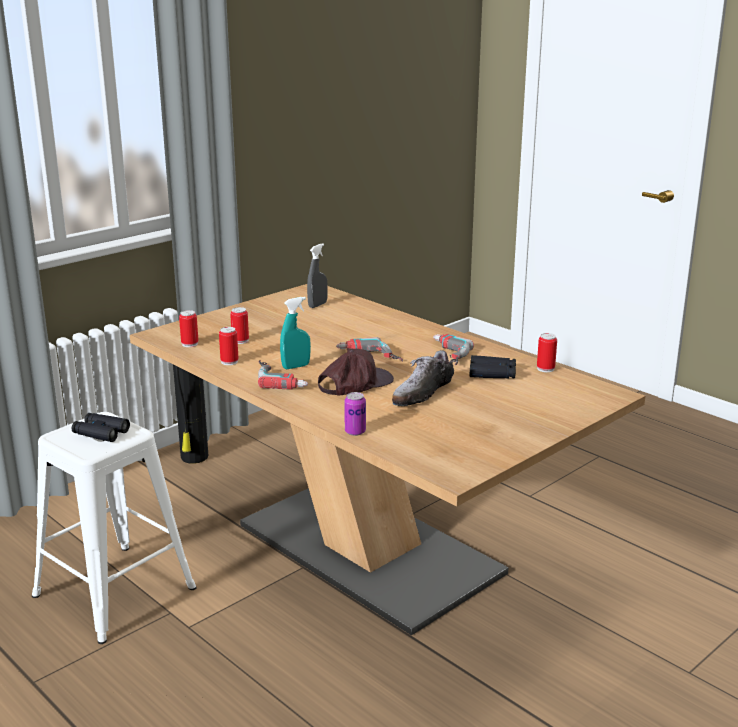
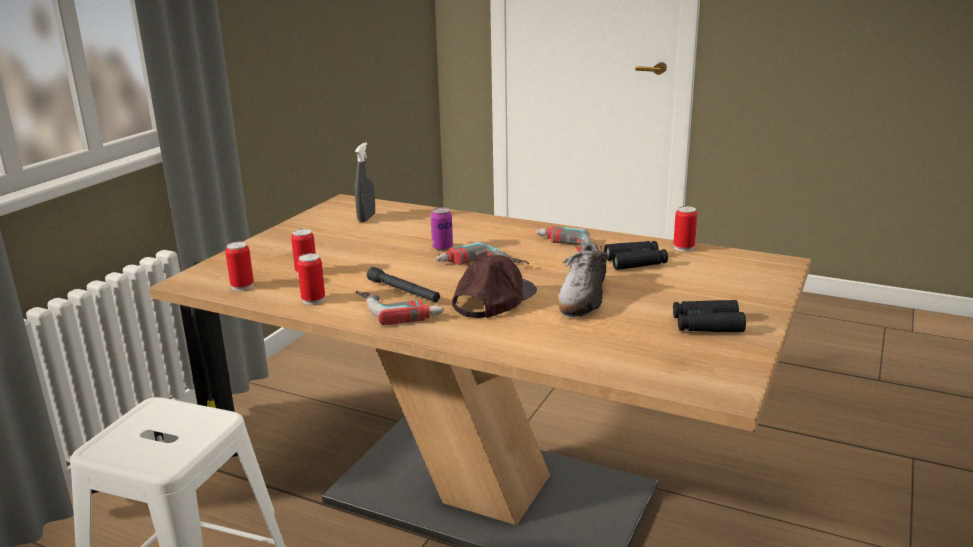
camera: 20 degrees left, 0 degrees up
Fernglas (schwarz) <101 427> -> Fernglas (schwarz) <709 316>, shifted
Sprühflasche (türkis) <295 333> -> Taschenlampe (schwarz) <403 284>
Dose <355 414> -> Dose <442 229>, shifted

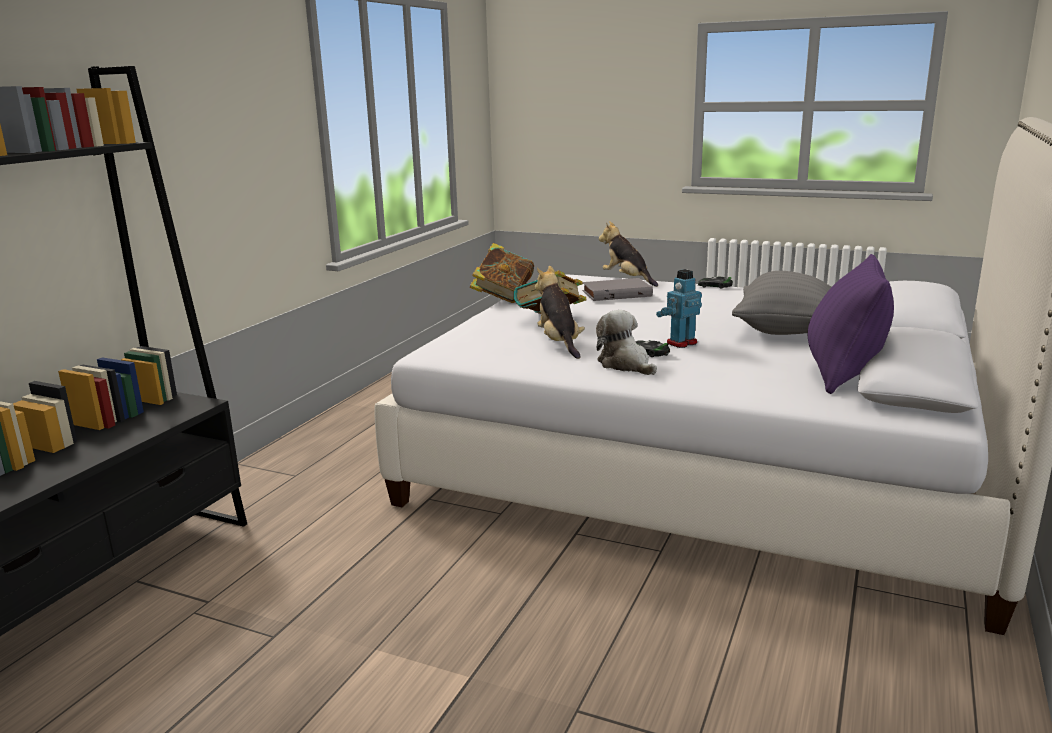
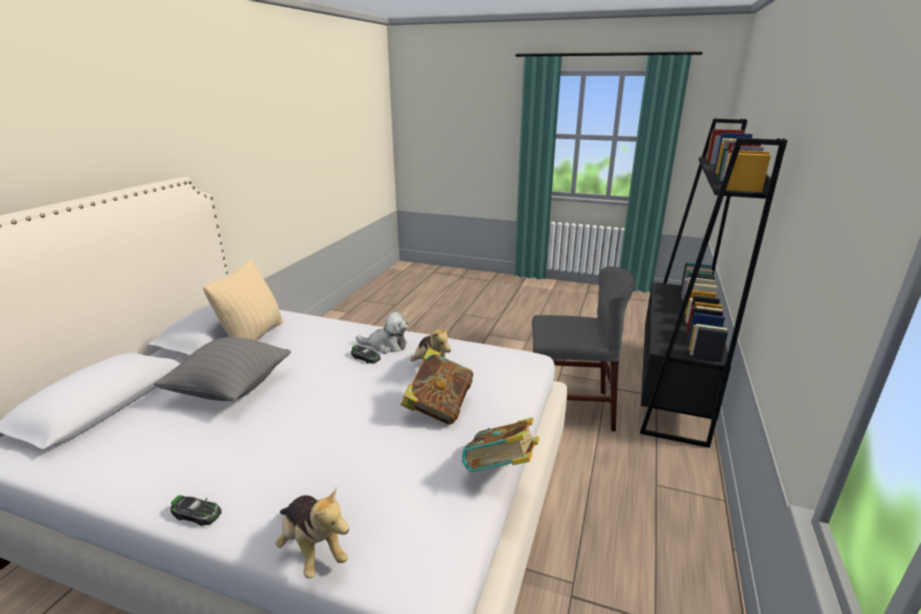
camera: 175 degrees right, 5 degrees up
Buch (grau) <617 289> -> none
Plüschtier <626 342> -> Plüschtier <382 333>, 45 degrees counterclockwise
Spielzeugroboter <679 308> -> none
Kissen (lila) <851 324> -> Kissen (beige) <243 300>
none -> Stuhl (grau) <583 348>

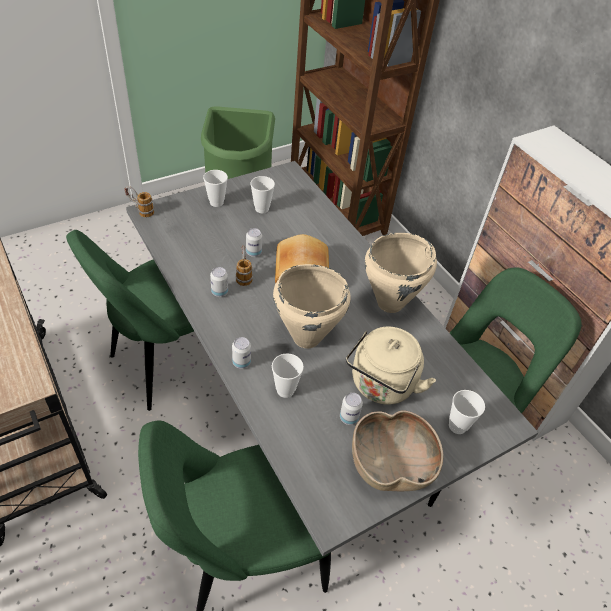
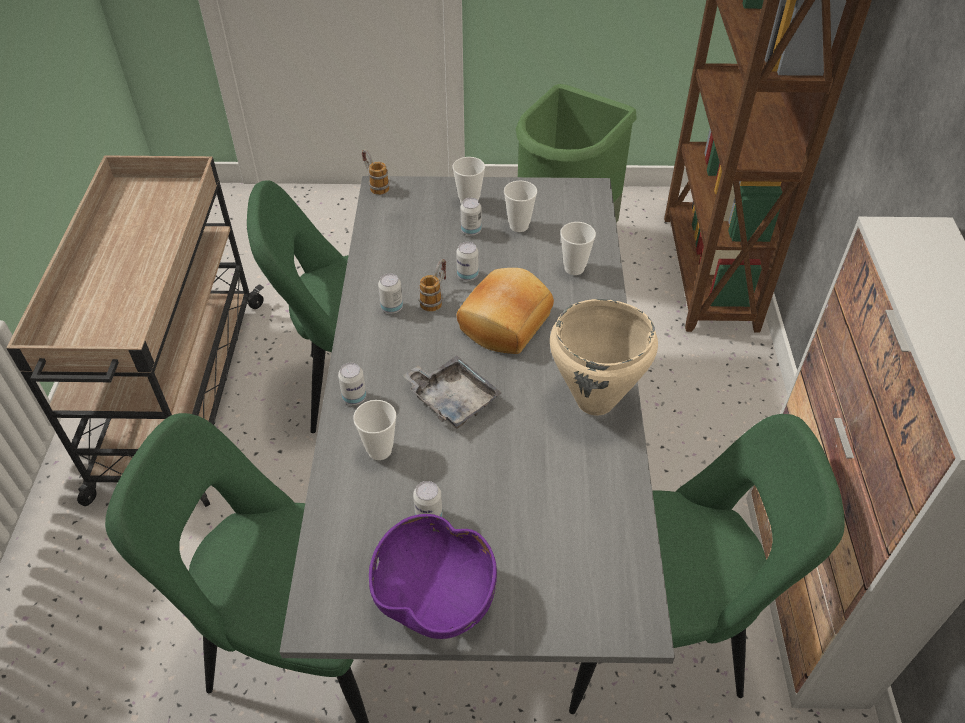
camera: 35 degrees right, 0 degrees up
Kochtopf (beige) <312 306> -> Tablett (grau) <452 392>
Wasserkessel (beige) <391 365> -> none
Schüssel (braun) <398 450> -> Schüssel (lila) <433 576>
Tasse <467 412> -> Tasse <578 248>, shifted
none -> Dose <471 217>

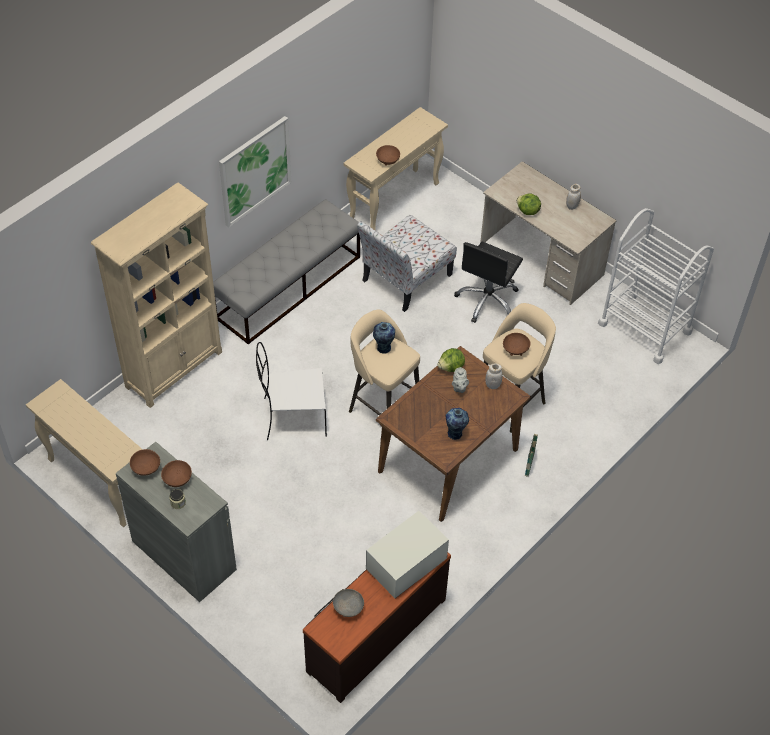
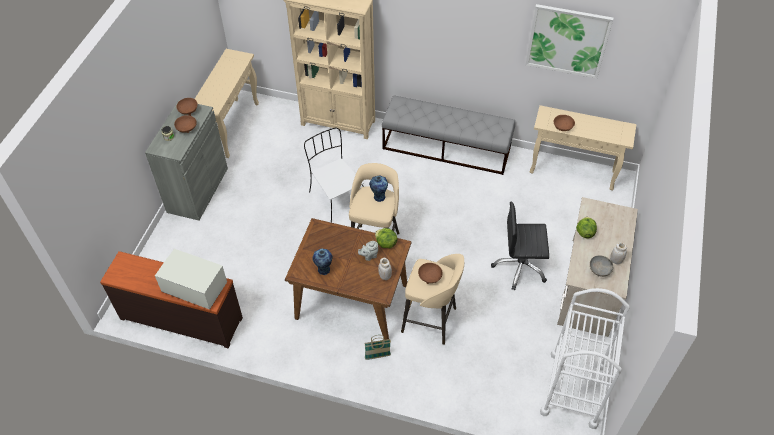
camera: 65 degrees right, 0 degrees up
Bild <255 172> -> Bild <569 41>, shifted
Schüssel (grau) <348 603> -> Schüssel (grau) <601 266>, shifted
Stuhl <407 263> -> none

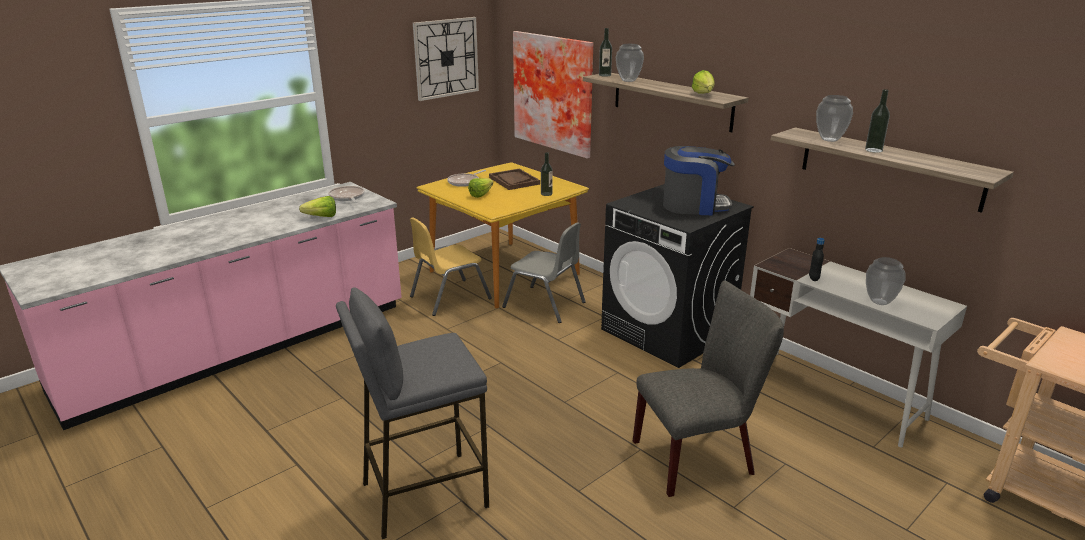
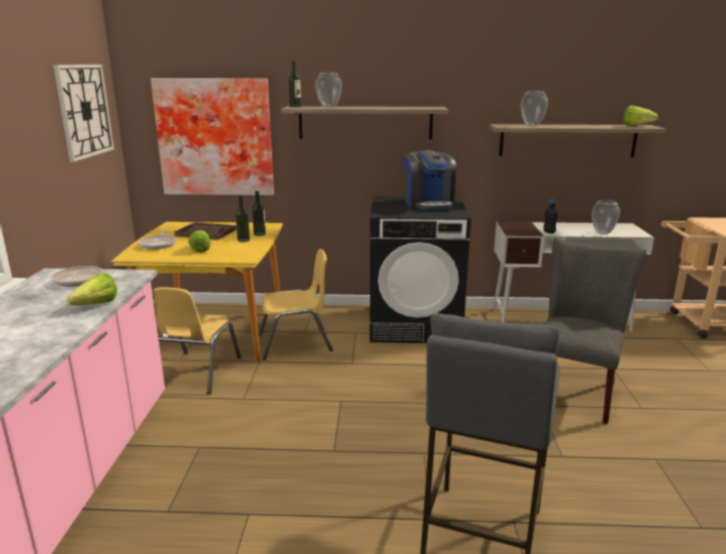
camera: 45 degrees left, 5 degrees down
Stuhl (grau) <544 272> -> Stuhl (gelb) <295 304>
Kaffeemaschine <699 180> -> Kaffeemaschine <429 180>, 120 degrees clockwise
Salatkopf <703 82> -> Salatkopf <640 115>, shifted
Flasche <877 121> -> Flasche <242 218>, shifted

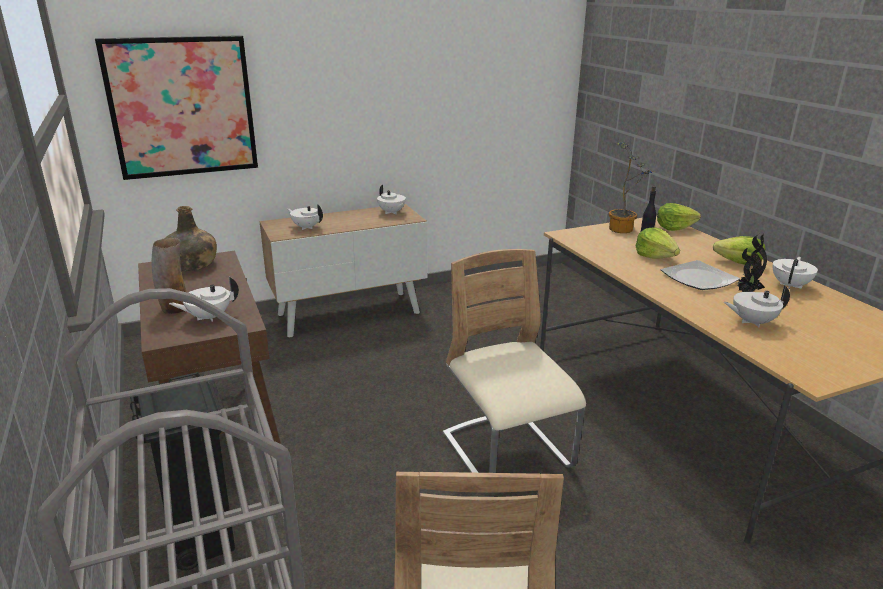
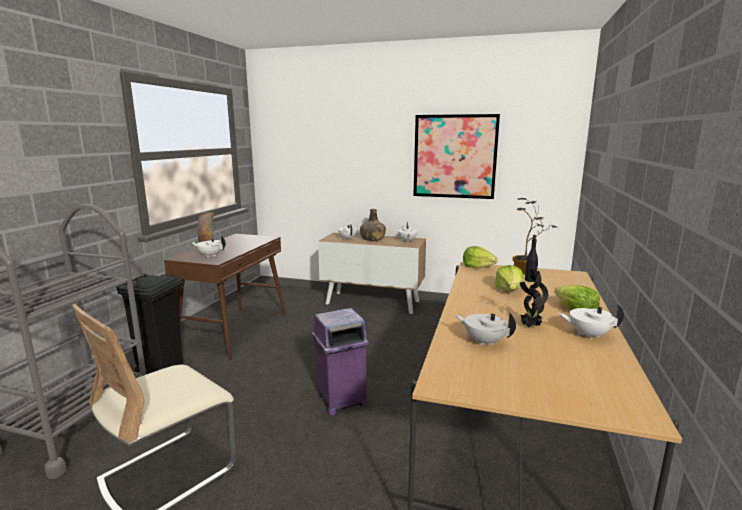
camera: 40 degrees right, 10 degrees down
Bild <176 107> -> Bild <456 156>, shifted
Flasche (grün) <191 238> -> Flasche (grün) <373 225>, shifted
Stuhl (beige) <514 361> -> Mülleimer (lila) <340 362>
Salatkopf <679 217> -> Salatkopf <480 257>, shifted
Teller <700 275> -> none
Teekanne (weiß) <795 273> -> Teekanne (weiß) <591 322>, 150 degrees counterclockwise

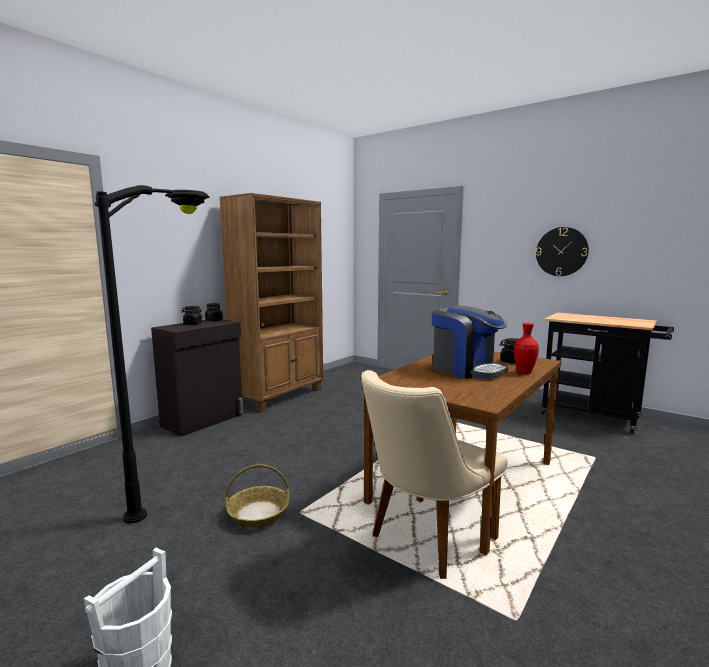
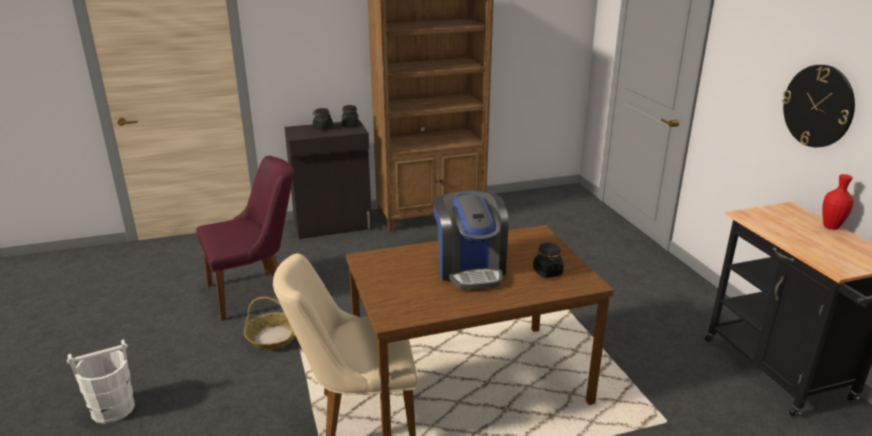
camera: 35 degrees right, 15 degrees up
Stehlampe (schwarz) <152 354> -> Stuhl (lila) <245 238>
Vase (rot) <526 348> -> Vase (rot) <838 202>, shifted

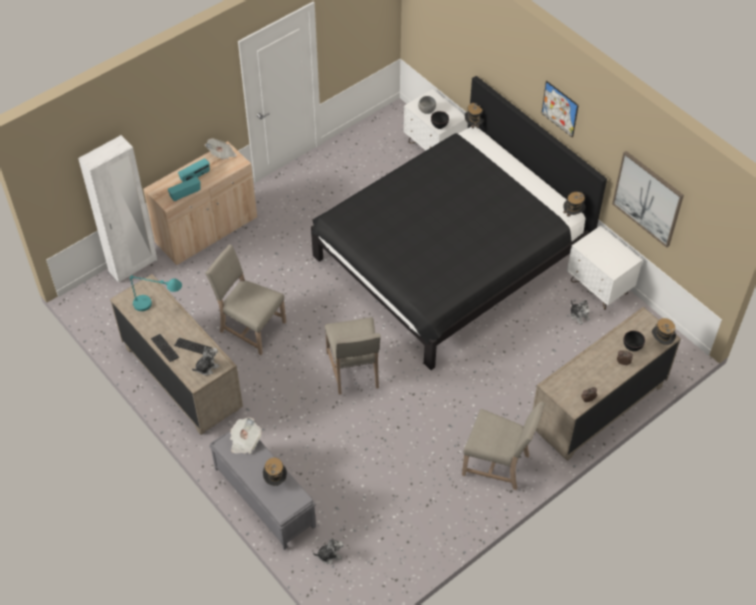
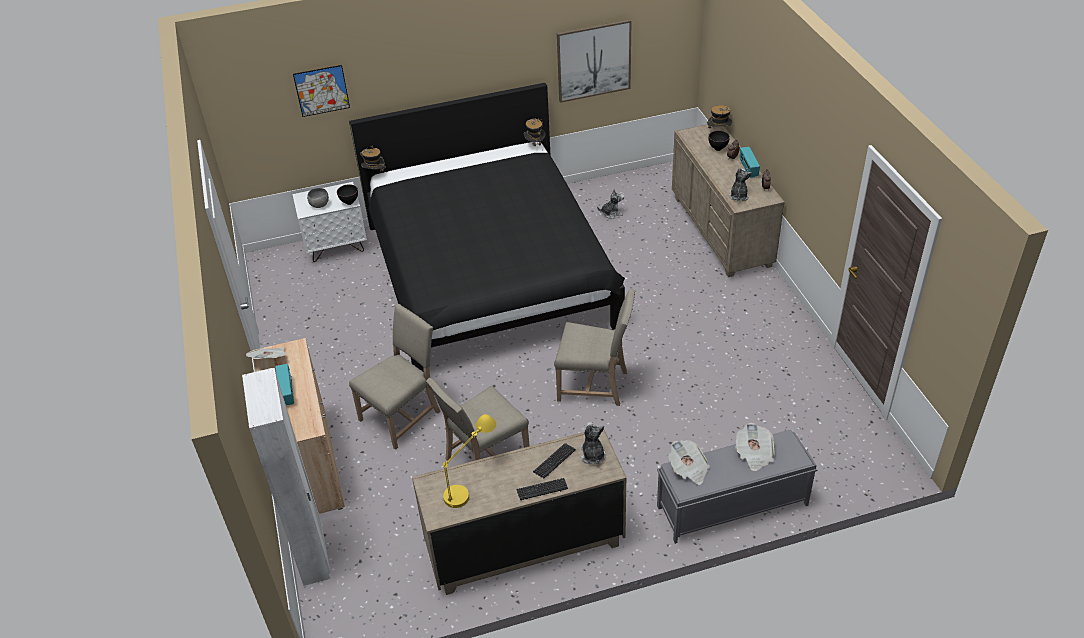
camera: 65 degrees left, 10 degrees down
Tischlampe (türkis) <156 293> -> Tischlampe (gelb) <469 461>
Radio <184 188> -> Radio <750 162>, shifted
Hut <275 472> -> Zeitung <755 447>
Plüschtier <328 551> -> Plüschtier <740 184>, shifted
Stuhl (beige) <503 445> -> Stuhl (beige) <395 377>, shifted
Bild <560 109> -> Bild <321 91>, shifted
Nachttisch (weiß) <604 268> -> none

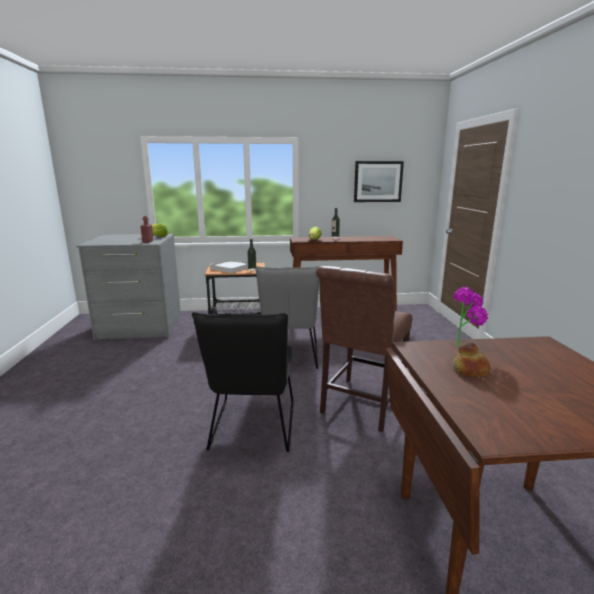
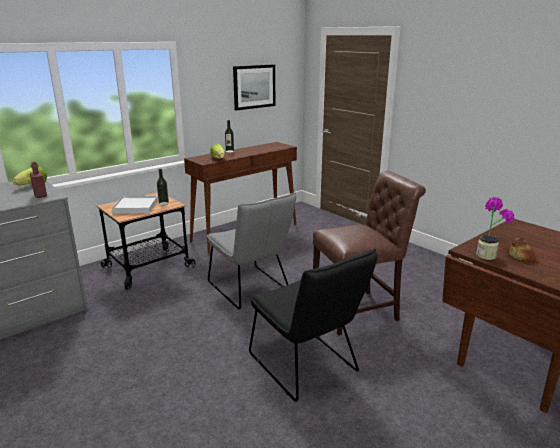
camera: 35 degrees left, 5 degrees up
Stuhl (braun) <364 349> -> Stuhl (braun) <369 253>, 105 degrees counterclockwise
none -> Vorratsglas <487 247>

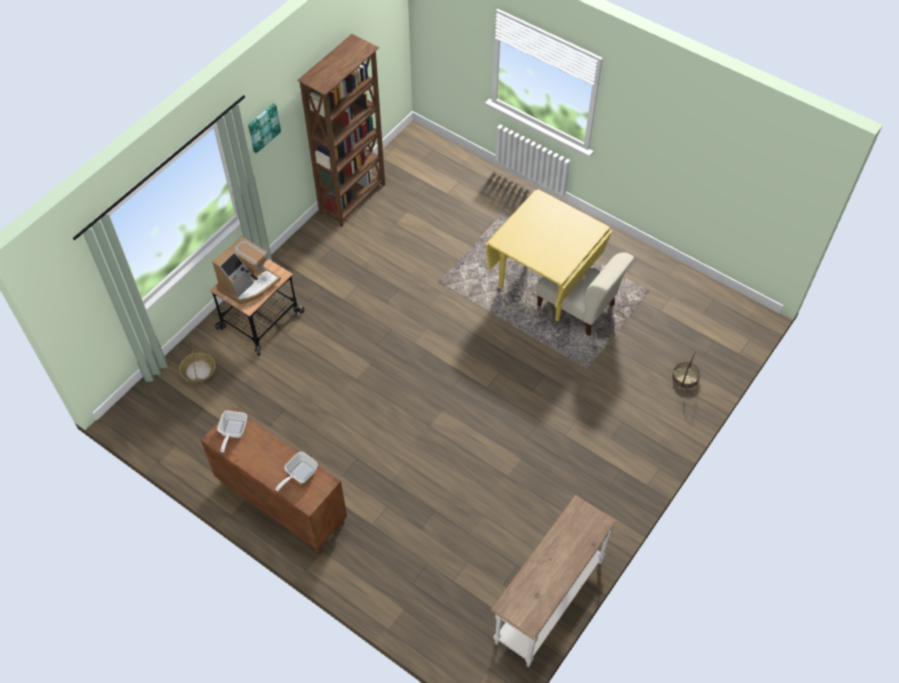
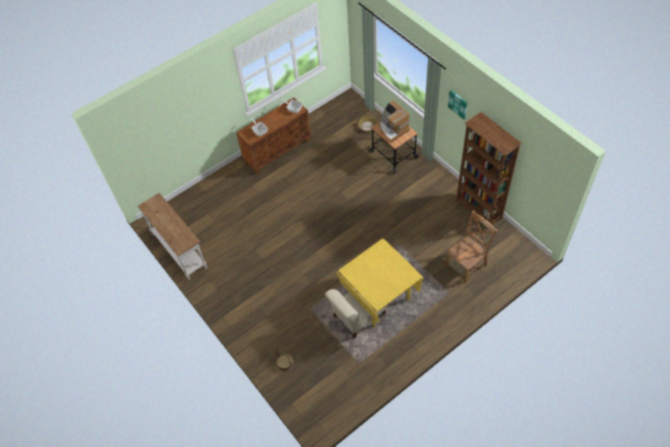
camera: 110 degrees right, 0 degrees up
none -> Stuhl (braun) <472 246>

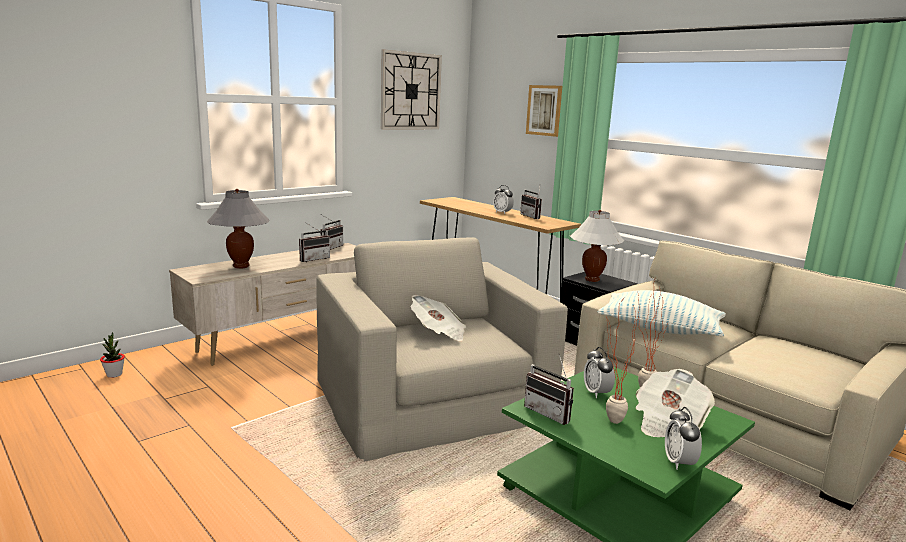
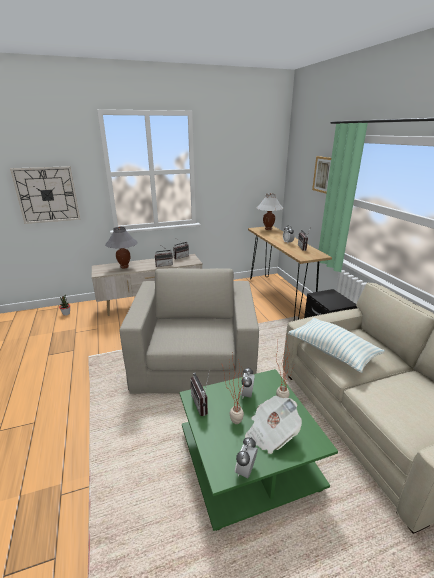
camera: 25 degrees right, 10 degrees up
Wanduhr <411 89> -> Wanduhr <45 195>, shifted
Zeitung <438 318> -> none
Tischlampe (weiß) <597 246> -> Tischlampe (weiß) <270 211>, shifted

